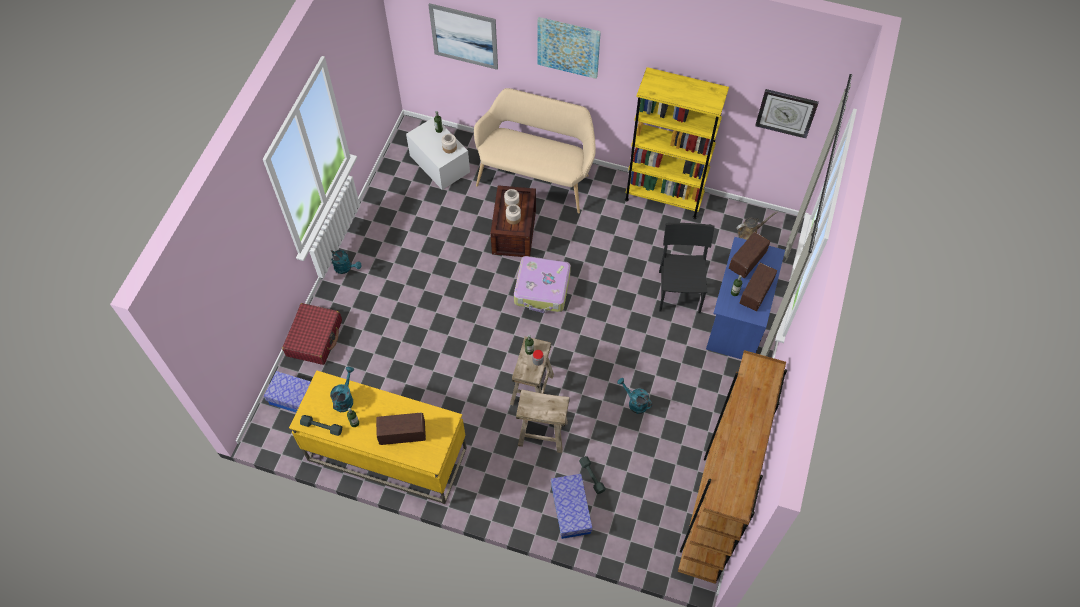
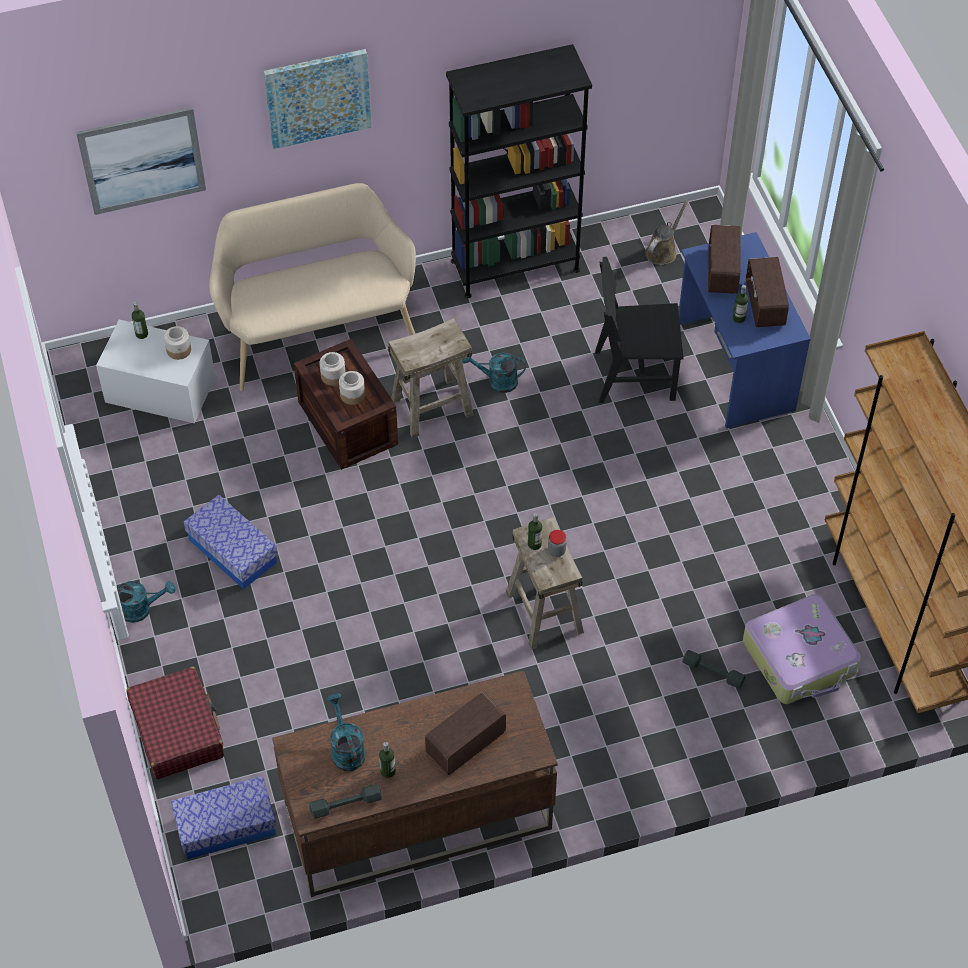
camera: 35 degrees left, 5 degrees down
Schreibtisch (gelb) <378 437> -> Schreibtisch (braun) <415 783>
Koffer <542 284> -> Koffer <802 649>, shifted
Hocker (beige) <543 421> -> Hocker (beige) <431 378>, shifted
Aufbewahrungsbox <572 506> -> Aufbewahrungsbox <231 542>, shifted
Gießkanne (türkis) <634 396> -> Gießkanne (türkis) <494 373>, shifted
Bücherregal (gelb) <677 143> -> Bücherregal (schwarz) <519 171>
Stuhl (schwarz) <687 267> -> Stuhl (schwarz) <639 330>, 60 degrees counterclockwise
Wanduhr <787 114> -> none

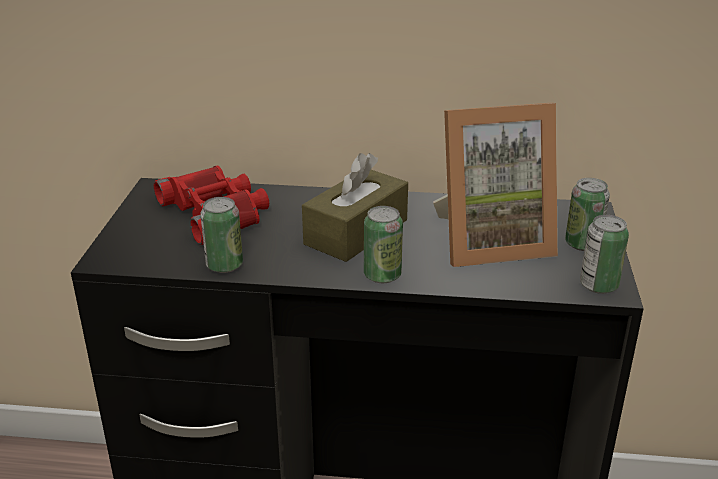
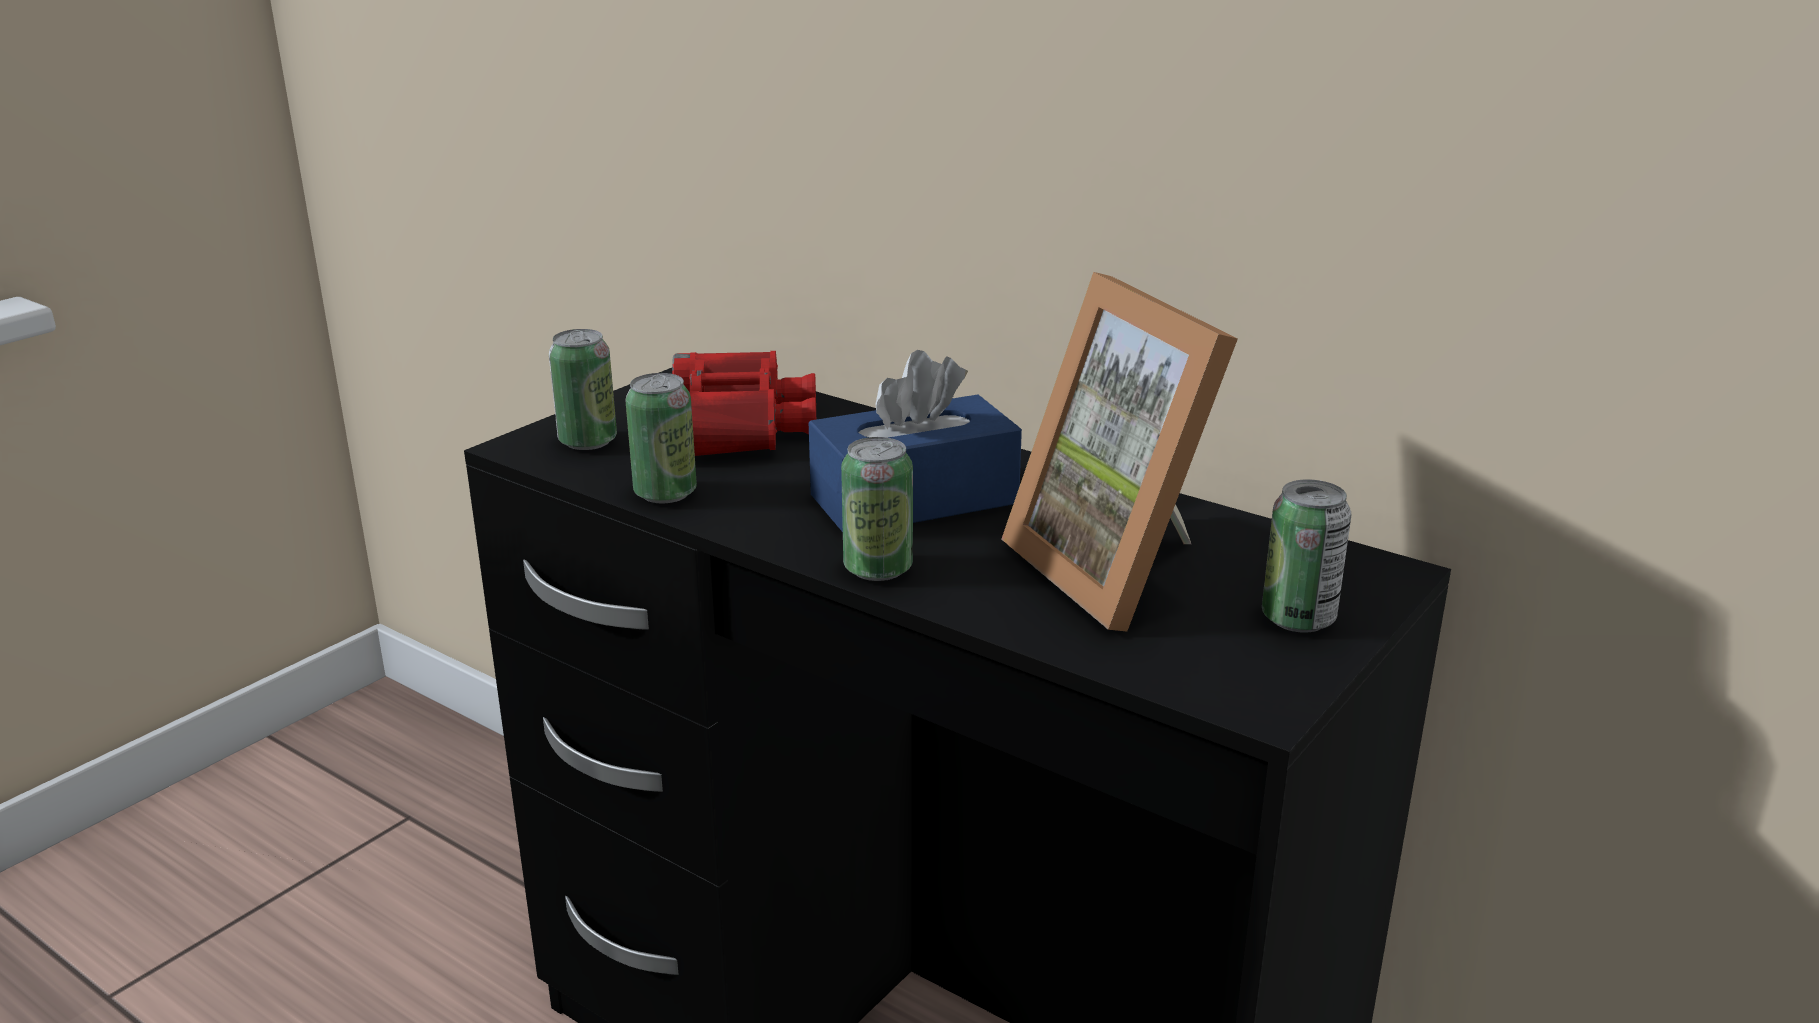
camera: 30 degrees right, 5 degrees down
Taschentuchbox (braun) <355 207> -> Taschentuchbox (blau) <915 441>
Bilderrahmen <495 185> -> Bilderrahmen <1120 451>, 45 degrees clockwise
Dose <604 254> -> Dose <583 389>, shifted

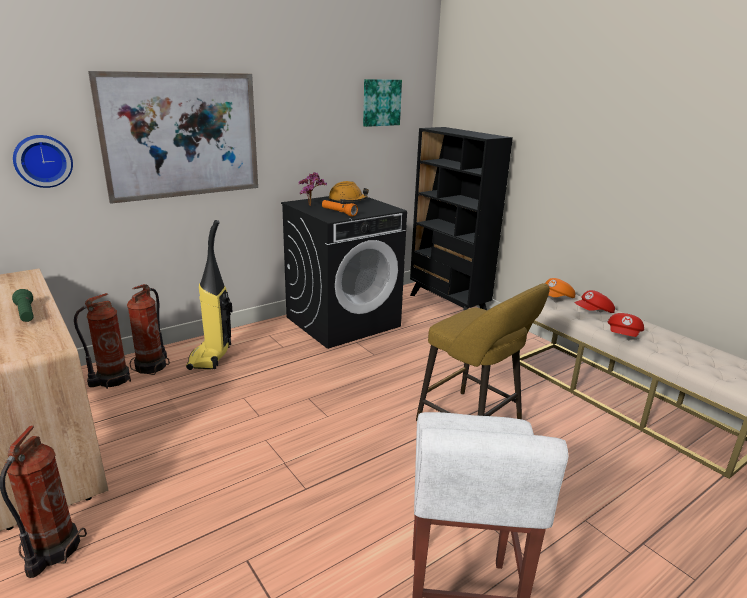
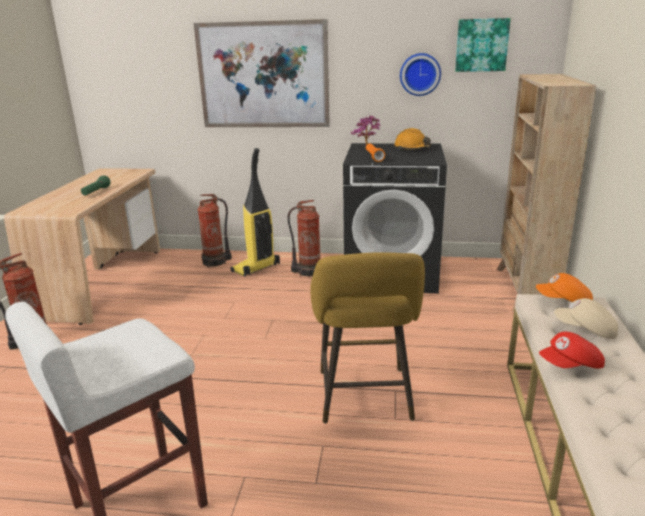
camera: 45 degrees right, 0 degrees up
Wanduhr <43 161> -> Wanduhr <420 74>, shifted
Feuerlöscher <102 341> -> Feuerlöscher <303 238>, shifted
Bücherregal (schwarz) <461 219> -> Bücherregal (beige) <546 193>
Kappe (rot) <594 301> -> Kappe (beige) <586 318>

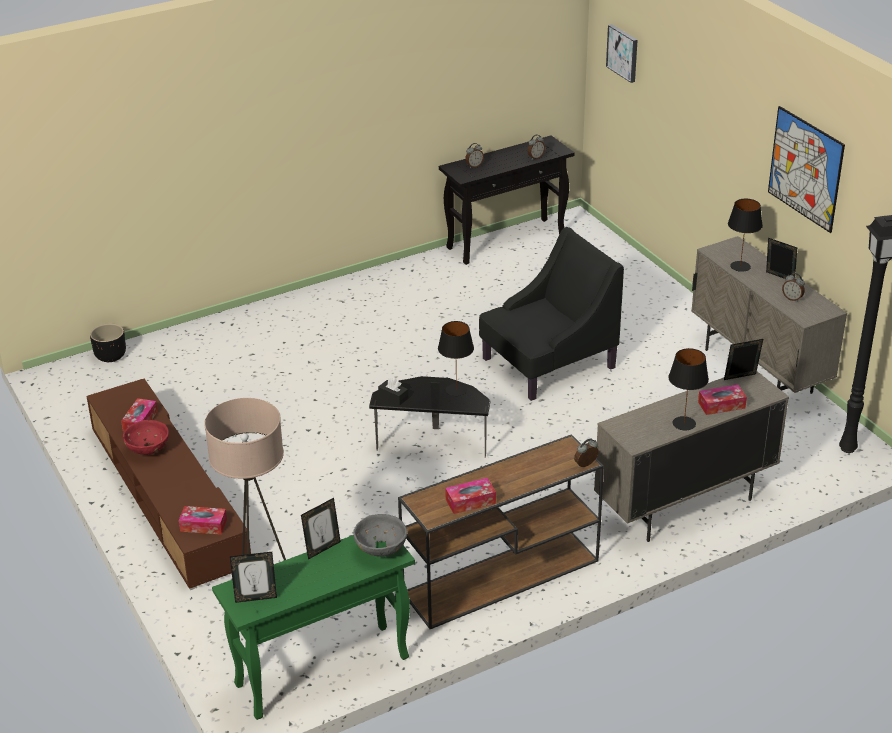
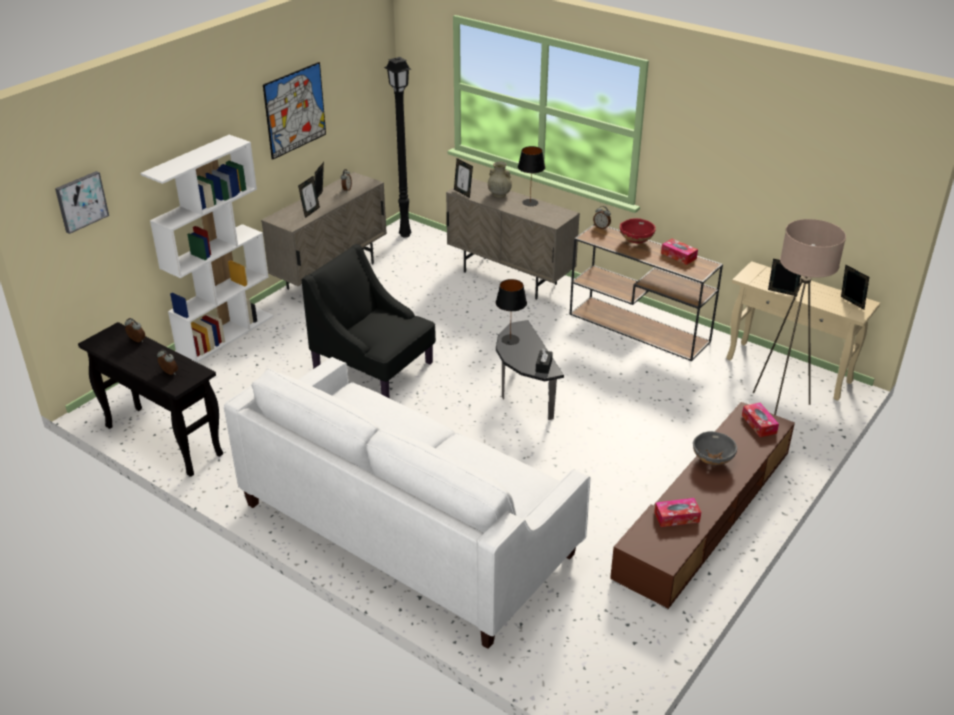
camera: 115 degrees left, 0 degrees up
Pflanzkübel (schwarz) <108 342> -> none
Schüssel (rot) <146 437> -> Schüssel (rot) <638 231>, shifted
Konsolentisch (grün) <313 627> -> Konsolentisch (beige) <803 330>
Schüssel (grau) <380 535> -> Schüssel (grau) <715 448>, shifted
Taschentuchbox <722 400> -> Vase (beige) <500 179>
Tischlampe (schwarz) <745 235> -> Bilderrahmen <309 197>
none -> Bücherregal (weiß) <207 249>
none -> Sofa (weiß) <407 503>

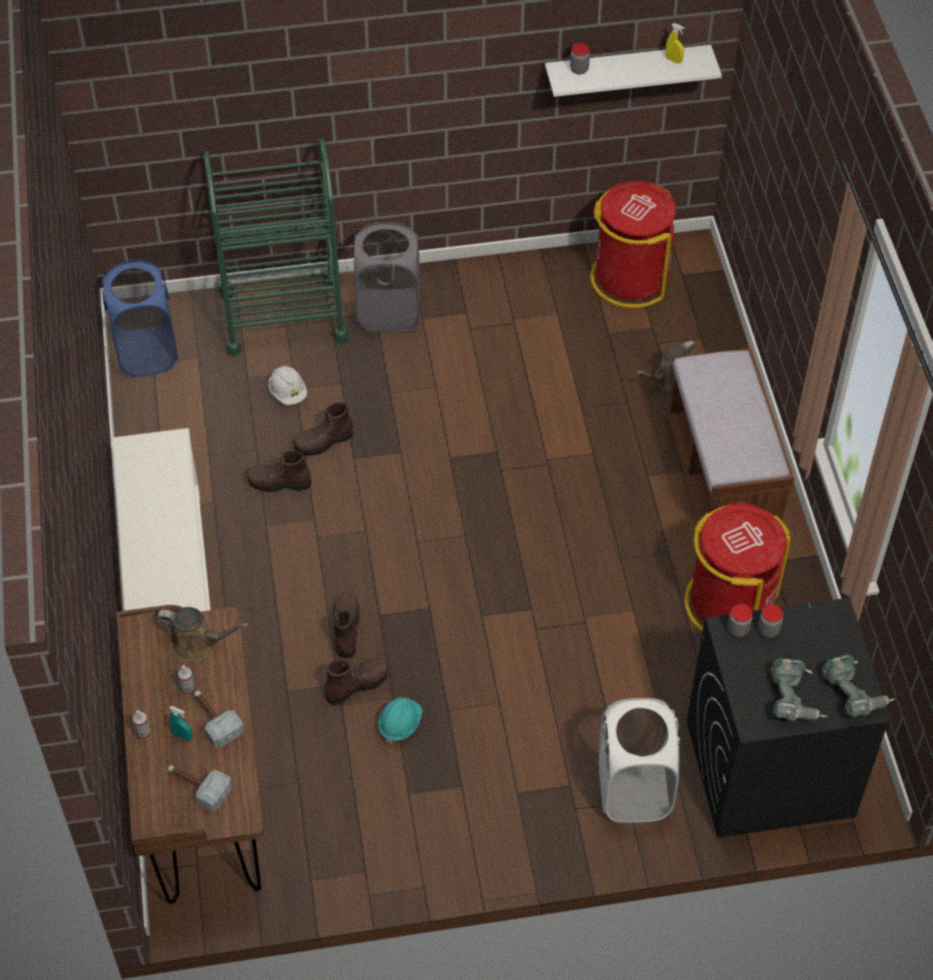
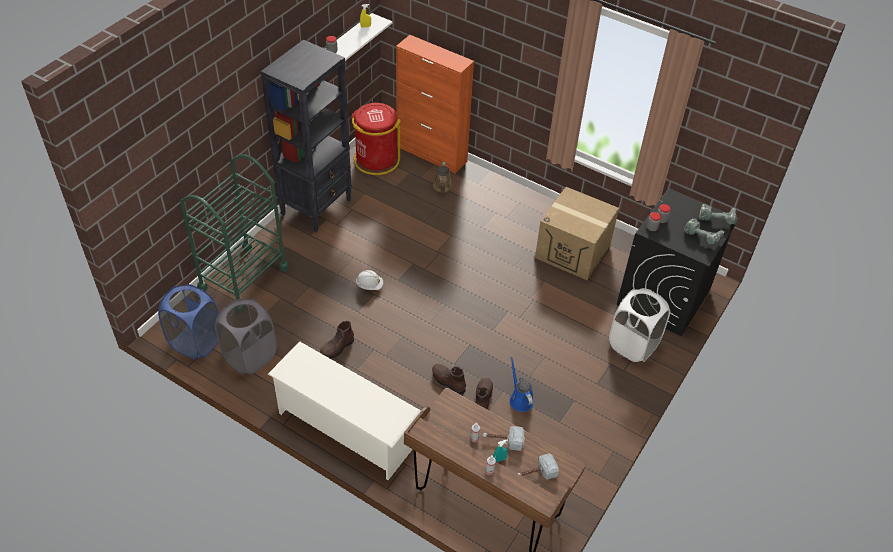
camera: 50 degrees left, 5 degrees down
Gießkanne (braun) <202 634> -> none
Schutzhelm (weiß) <287 385> -> Schutzhelm (weiß) <369 280>, shifted
Stiefel (braun) <323 429> -> none
Wäschekorb (grau) <387 277> -> Wäschekorb (grau) <246 336>, shifted
Schutzhelm (türkis) <400 720> -> Gießkanne (blau) <522 384>
Bank (braun) <731 434> -> none
Mülleimer (rot) <737 567> -> Karton <577 233>
none -> Bücherregal (schwarz) <306 136>
none -> Schrank (orange) <435 104>

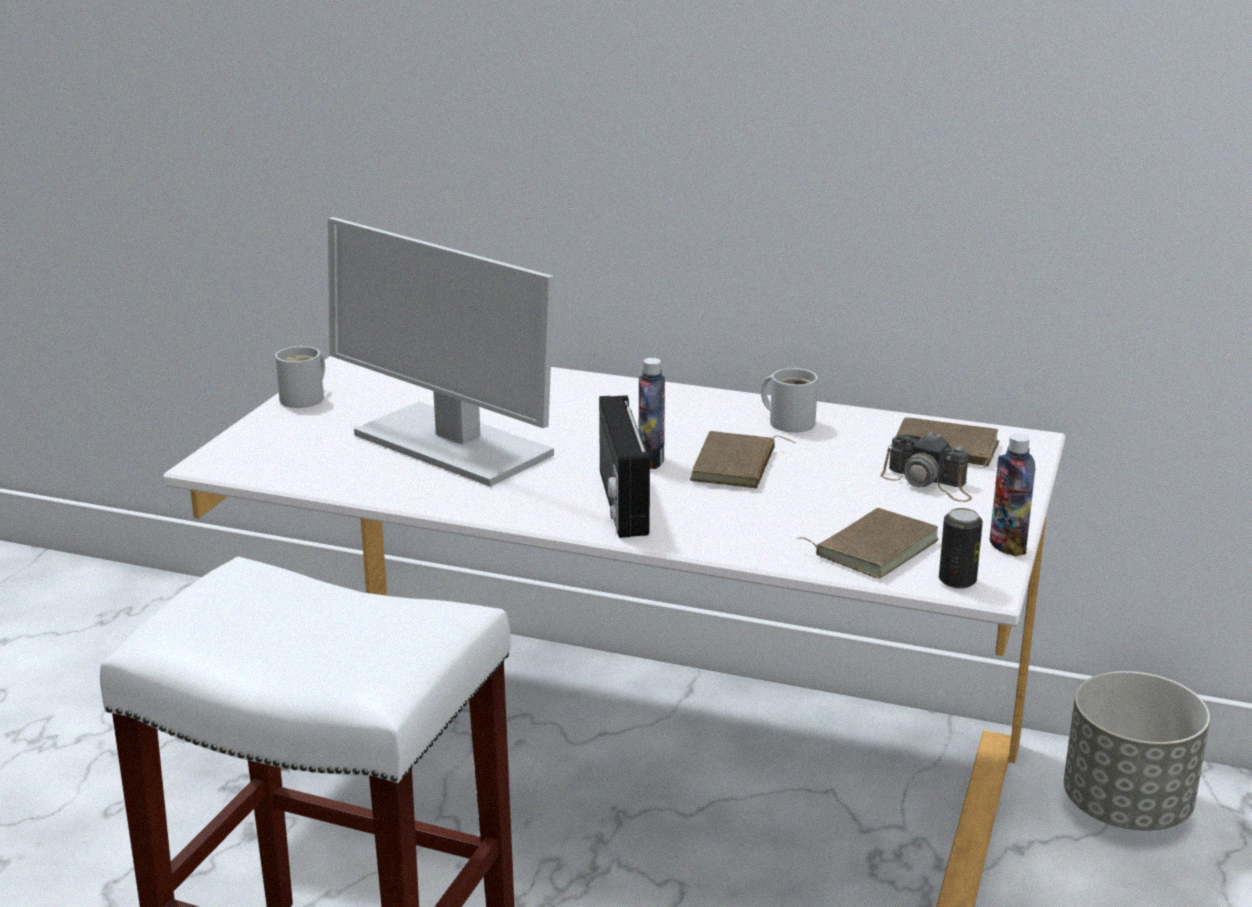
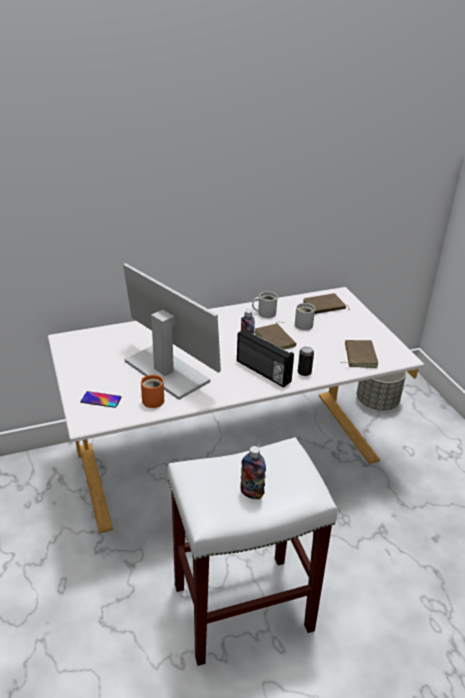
camera: 40 degrees left, 10 degrees up
Henkelbecher (weiß) <300 377> -> Henkelbecher (weiß) <305 316>, shifted
Monitor <441 352> -> Monitor <172 331>, 135 degrees counterclockwise
Kamera <926 467> -> none
Dose <961 548> -> Dose <306 361>, shifted
Flasche <1012 495> -> Flasche <253 472>, shifted
none -> Handy <101 399>
none -> Henkelbecher (orange) <152 391>

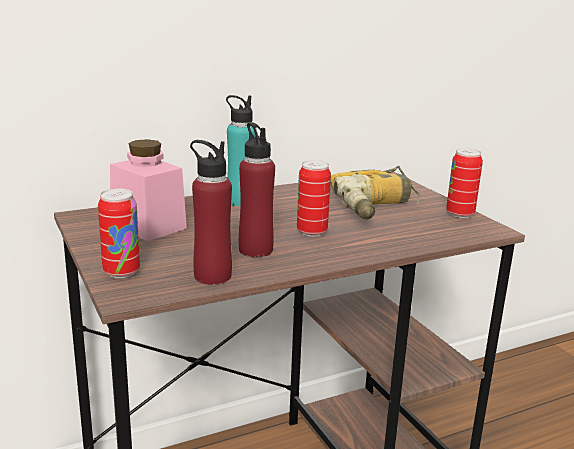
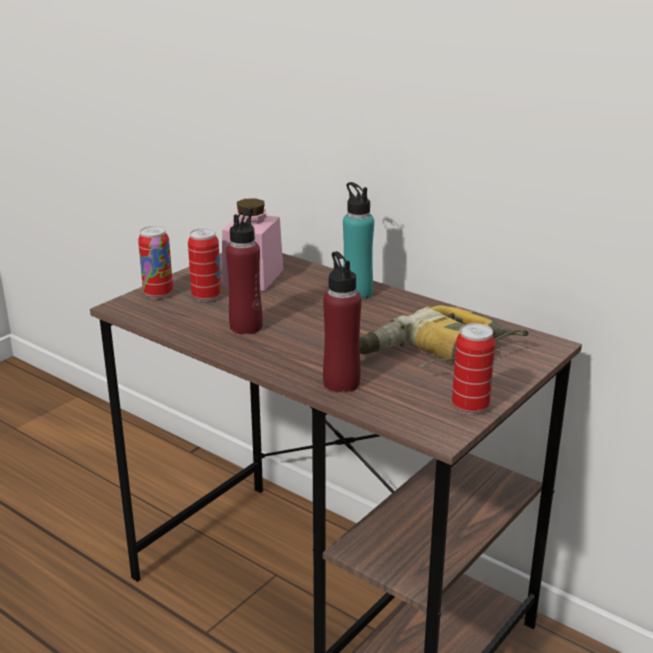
camera: 65 degrees right, 5 degrees up
Flasche (rot) <211 212> -> Flasche (rot) <342 322>, shifted
Dose <314 198> -> Dose <204 265>, shifted

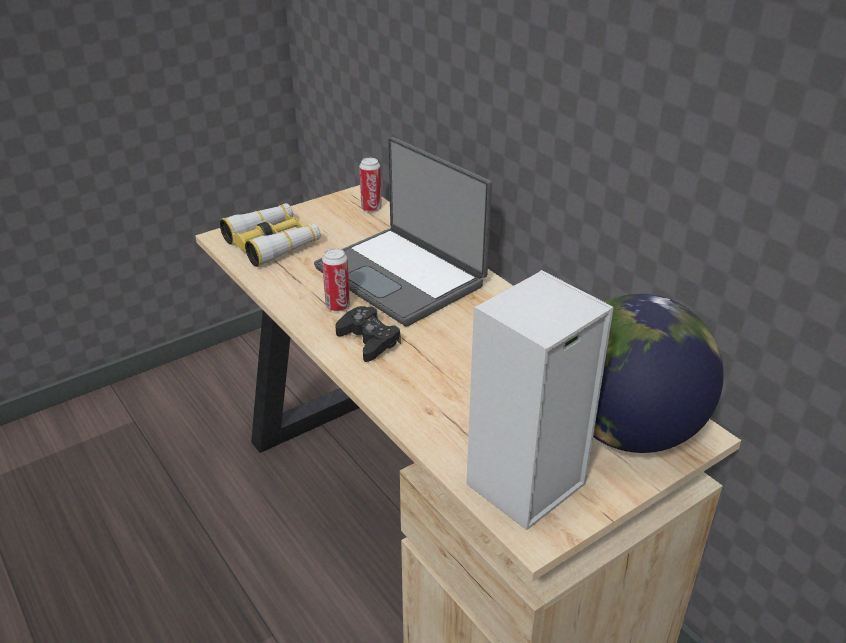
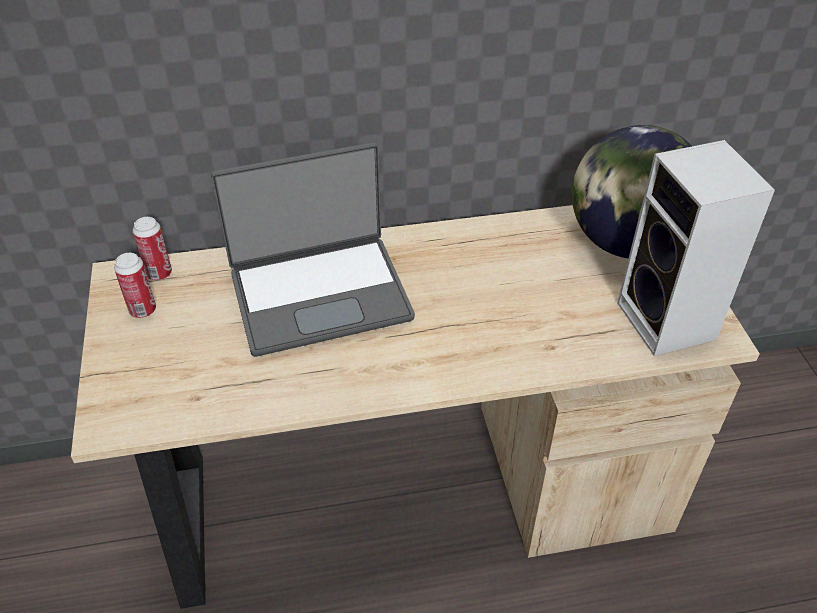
camera: 65 degrees left, 10 degrees up
Fernglas <270 235> -> none
Dose <336 280> -> Dose <135 285>, shifted
Gamepad (schwarz) <368 334> -> none

